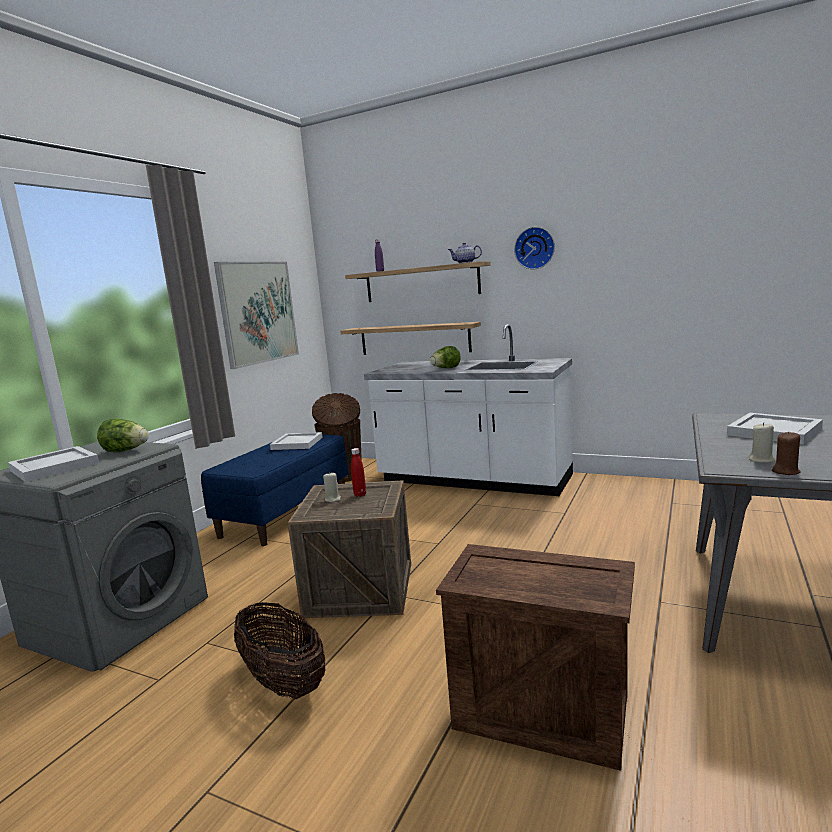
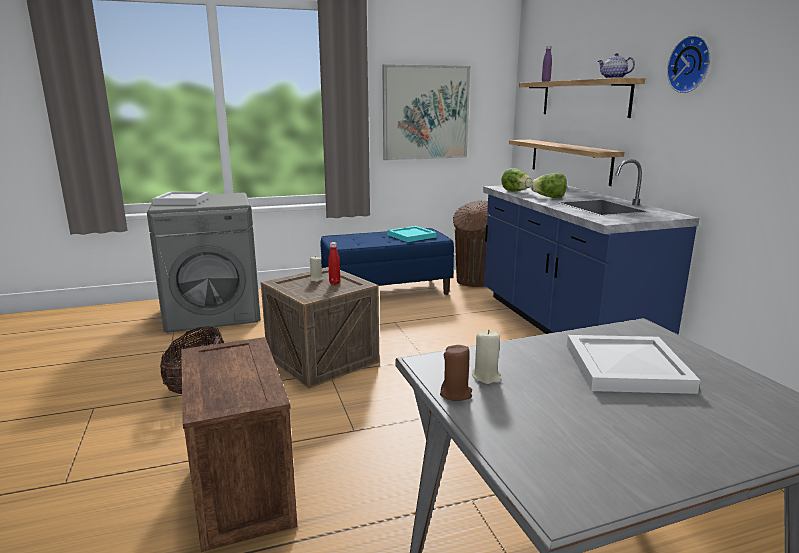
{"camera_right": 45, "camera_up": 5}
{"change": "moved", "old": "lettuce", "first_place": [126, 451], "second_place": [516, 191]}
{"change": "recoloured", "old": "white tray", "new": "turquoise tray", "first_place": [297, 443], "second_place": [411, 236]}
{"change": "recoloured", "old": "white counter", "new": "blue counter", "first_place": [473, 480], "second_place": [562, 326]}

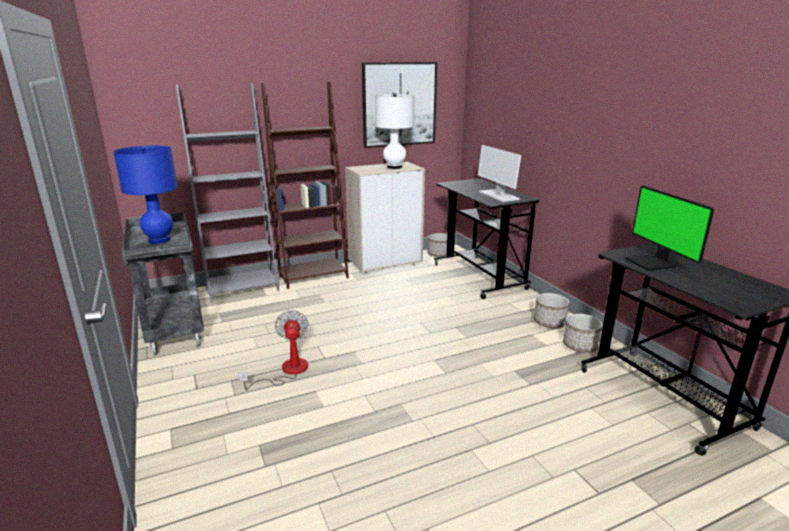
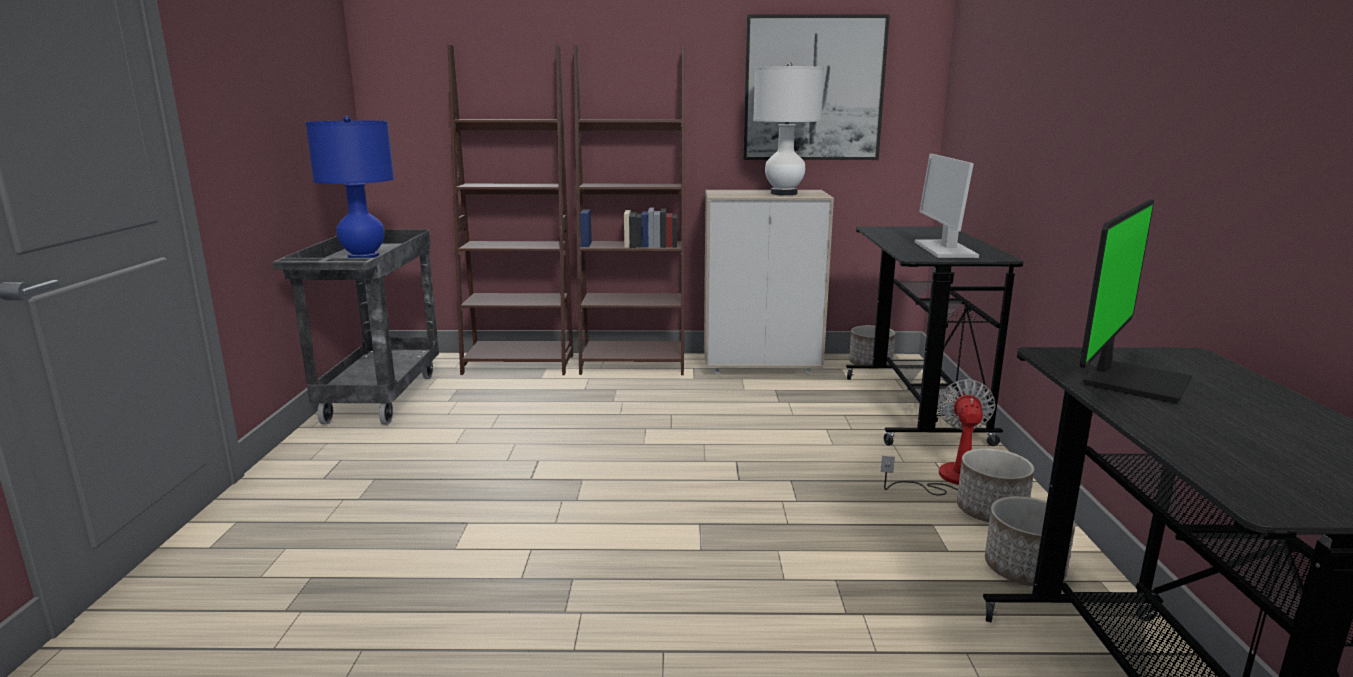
{"camera_right": 25, "camera_up": -5}
{"change": "moved", "old": "fan", "first_place": [287, 371], "second_place": [948, 479]}
{"change": "recoloured", "old": "grey bookcase", "new": "brown bookcase", "first_place": [242, 289], "second_place": [518, 364]}
{"change": "turned", "old": "monitor", "first_place": [652, 263], "second_place": [1130, 381], "degrees": -150}

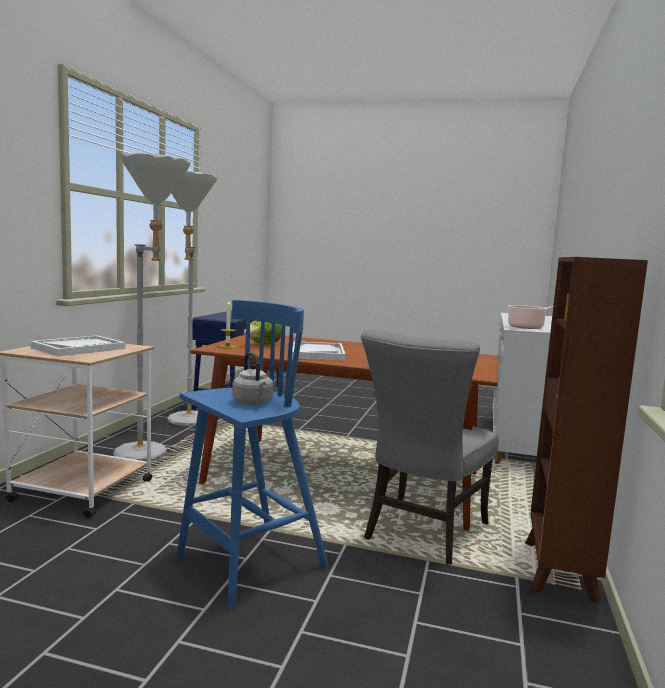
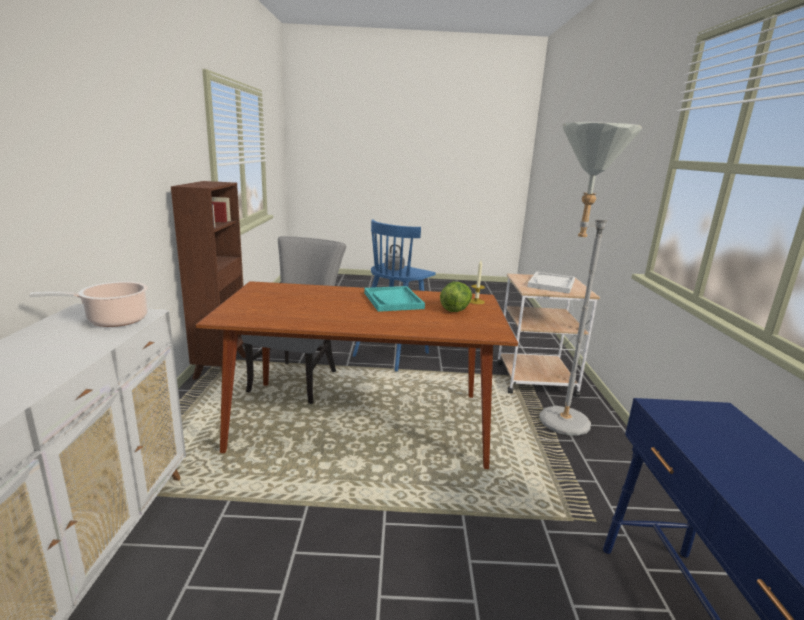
{"camera_right": 165, "camera_up": 10}
{"change": "removed", "old": "grey floor lamp", "first_place": [187, 423]}
{"change": "recoloured", "old": "white tray", "new": "turquoise tray", "first_place": [317, 353], "second_place": [393, 300]}

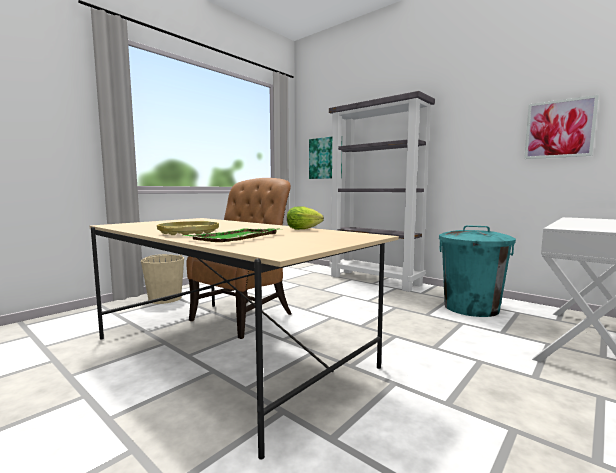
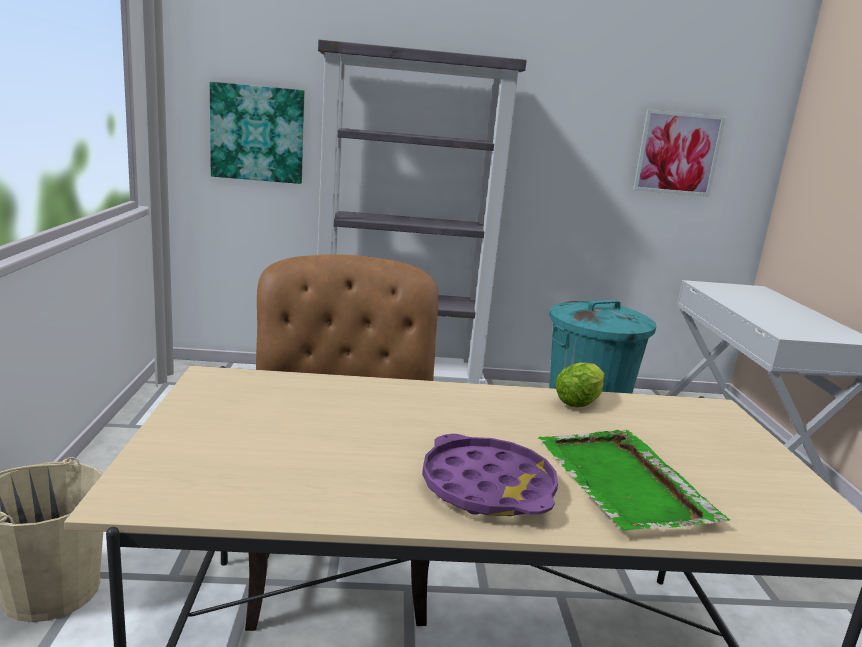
{"camera_right": -45, "camera_up": 10}
{"change": "recoloured", "old": "yellow tray", "new": "purple tray", "first_place": [189, 232], "second_place": [487, 487]}

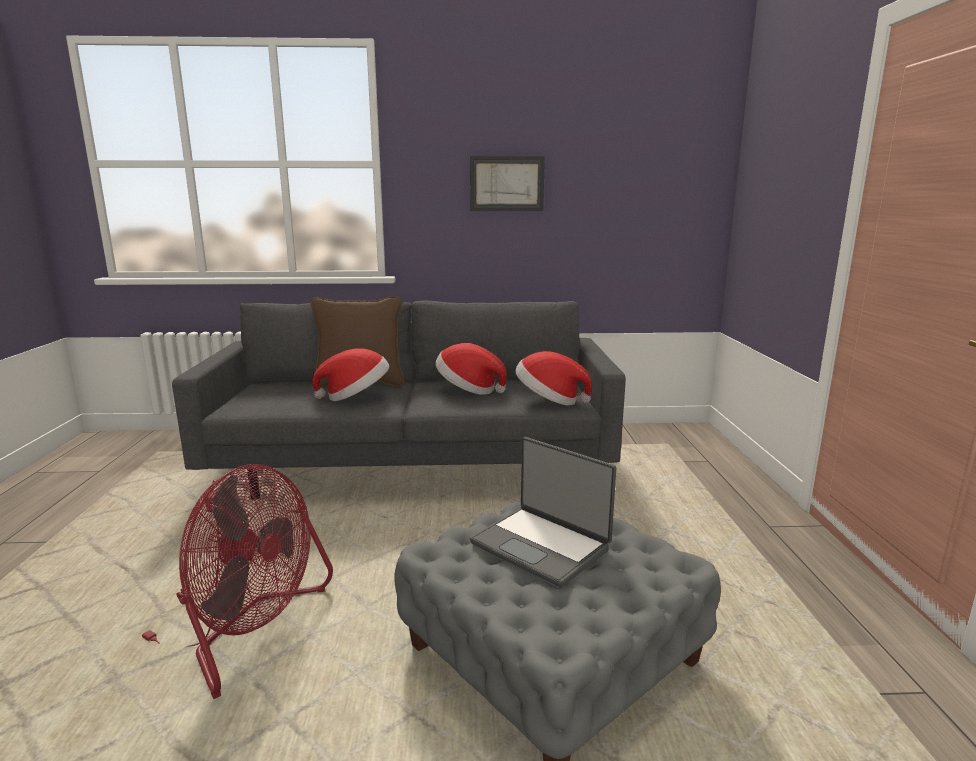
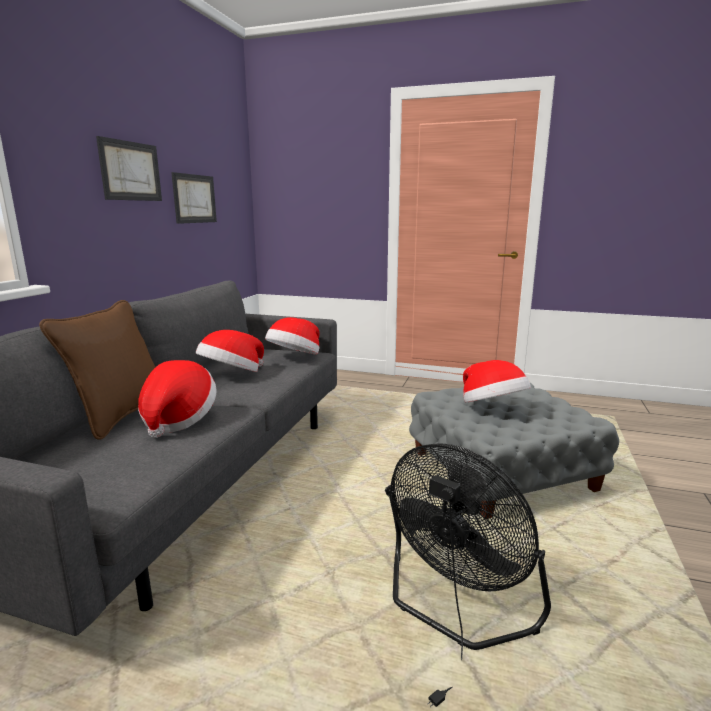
{"camera_right": -70, "camera_up": 0}
{"change": "added", "new": "picture", "second_place": [194, 199]}
{"change": "replaced", "old": "laptop", "new": "hat", "first_place": [541, 545], "second_place": [492, 408]}
{"change": "recoloured", "old": "red fan", "new": "black fan", "first_place": [244, 634], "second_place": [449, 615]}

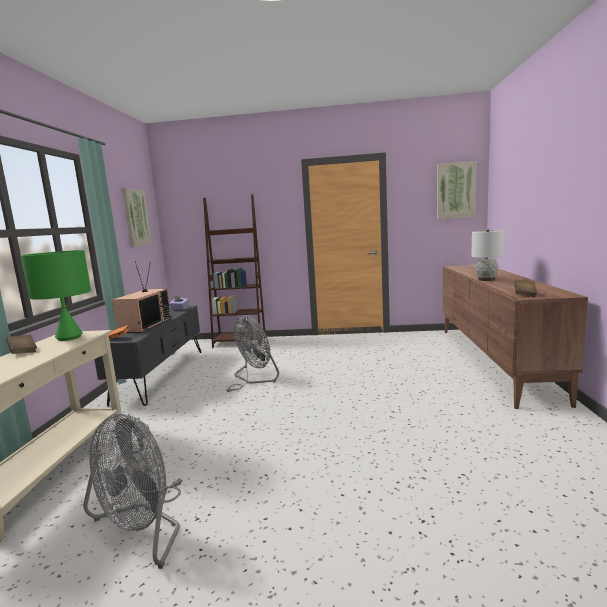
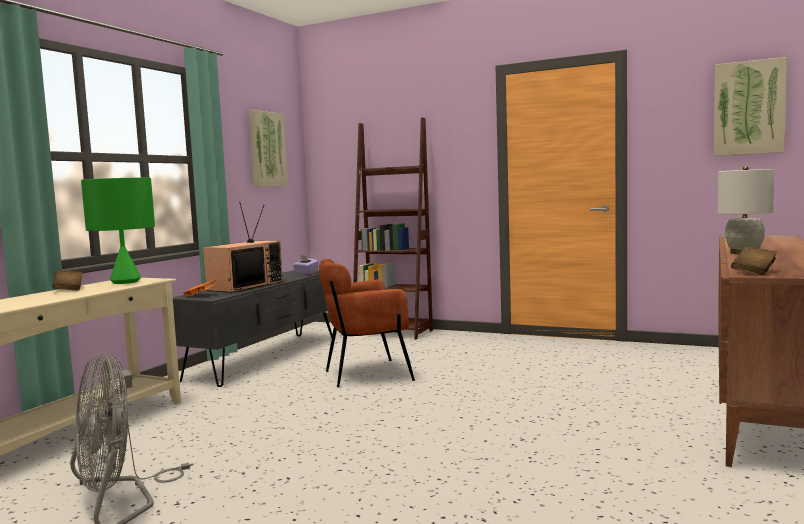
{"camera_right": 20, "camera_up": -5}
{"change": "replaced", "old": "grey fan", "new": "brown armchair", "first_place": [250, 378], "second_place": [367, 374]}

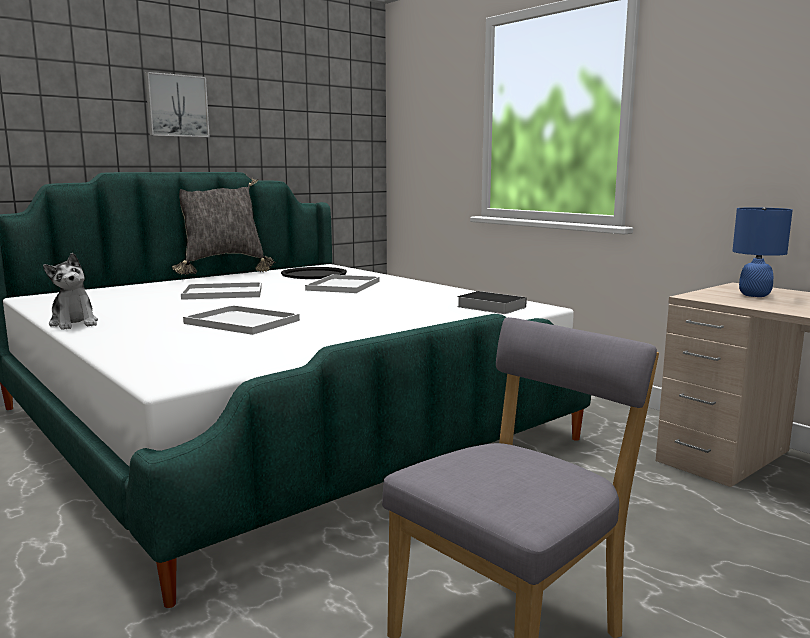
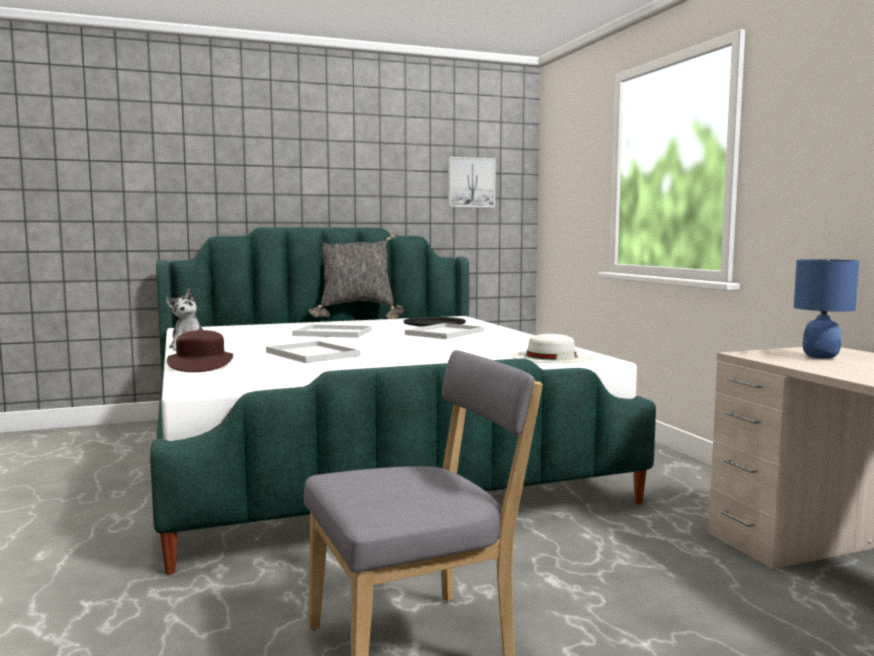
{"camera_right": 20, "camera_up": -5}
{"change": "added", "new": "brown hat", "second_place": [201, 364]}
{"change": "moved", "old": "picture", "first_place": [176, 106], "second_place": [470, 182]}
{"change": "replaced", "old": "book", "new": "white hat", "first_place": [489, 307], "second_place": [551, 356]}

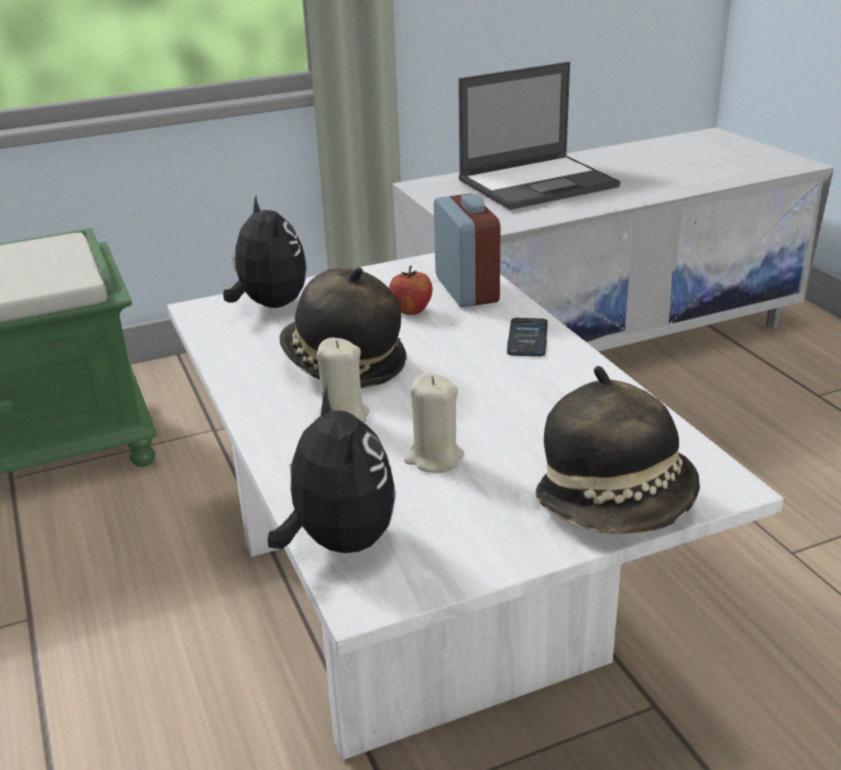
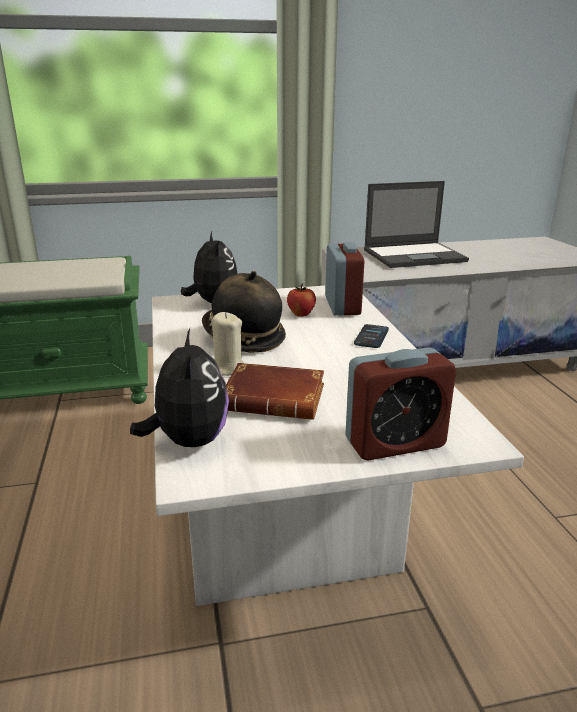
{"camera_right": 10, "camera_up": -5}
{"change": "replaced", "old": "beige candle", "new": "brown book", "first_place": [434, 458], "second_place": [277, 399]}
{"change": "replaced", "old": "hat", "new": "alarm clock", "first_place": [617, 503], "second_place": [395, 443]}

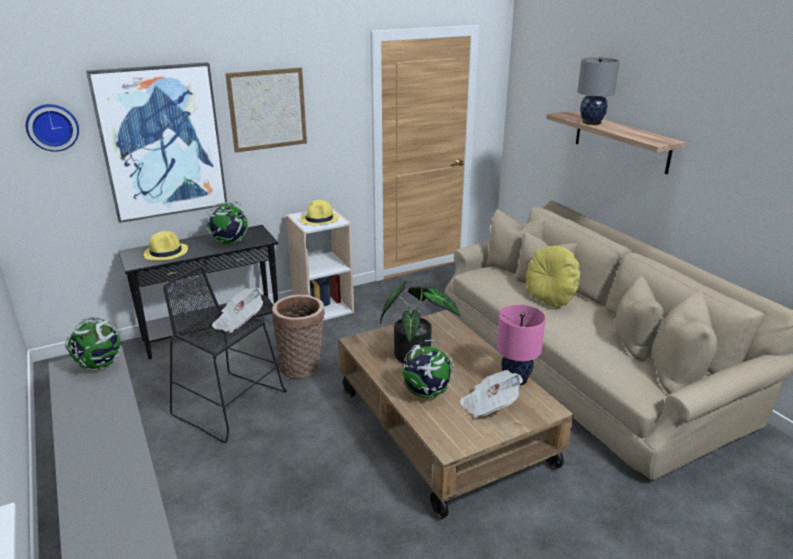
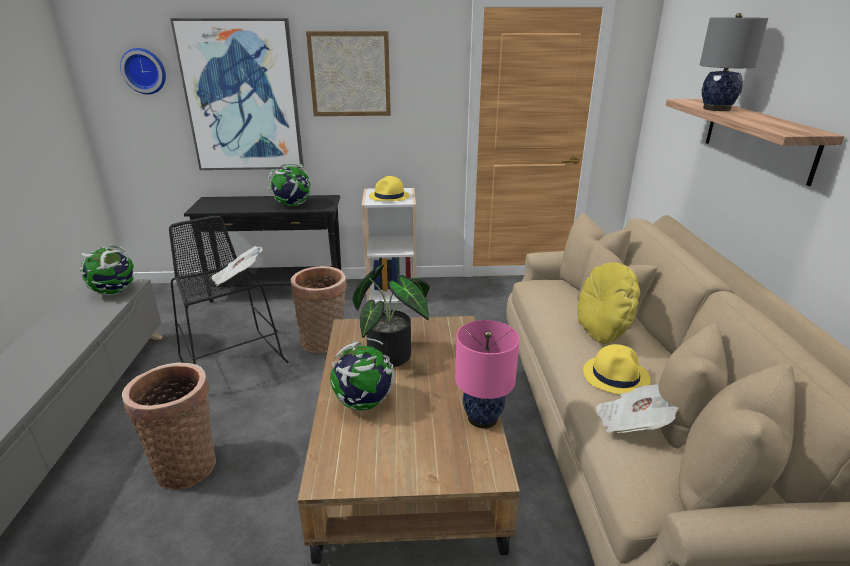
{"camera_right": 25, "camera_up": 0}
{"change": "added", "new": "basket", "second_place": [186, 464]}
{"change": "moved", "old": "yellow hat", "first_place": [166, 252], "second_place": [616, 376]}
{"change": "moved", "old": "newspaper", "first_place": [489, 406], "second_place": [633, 423]}

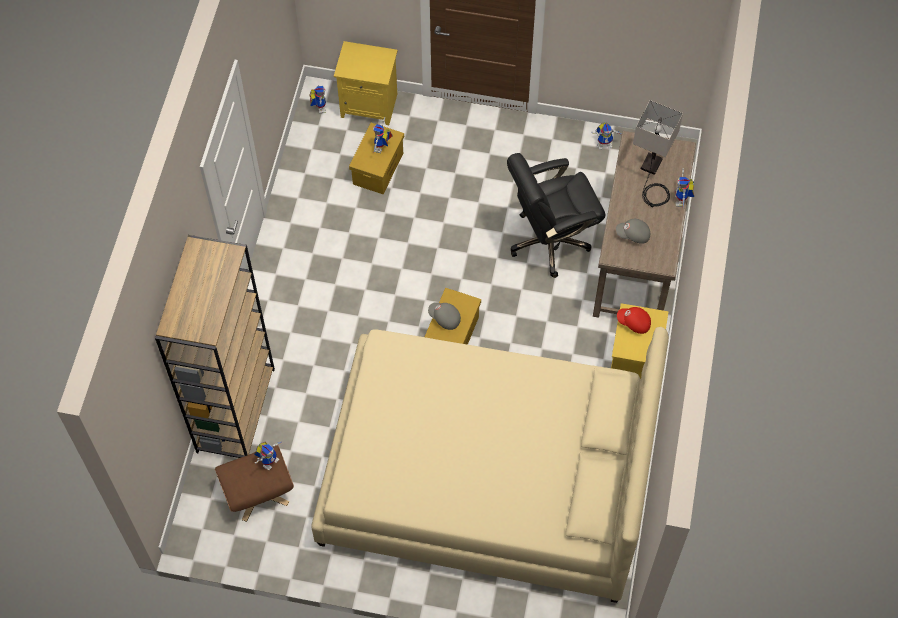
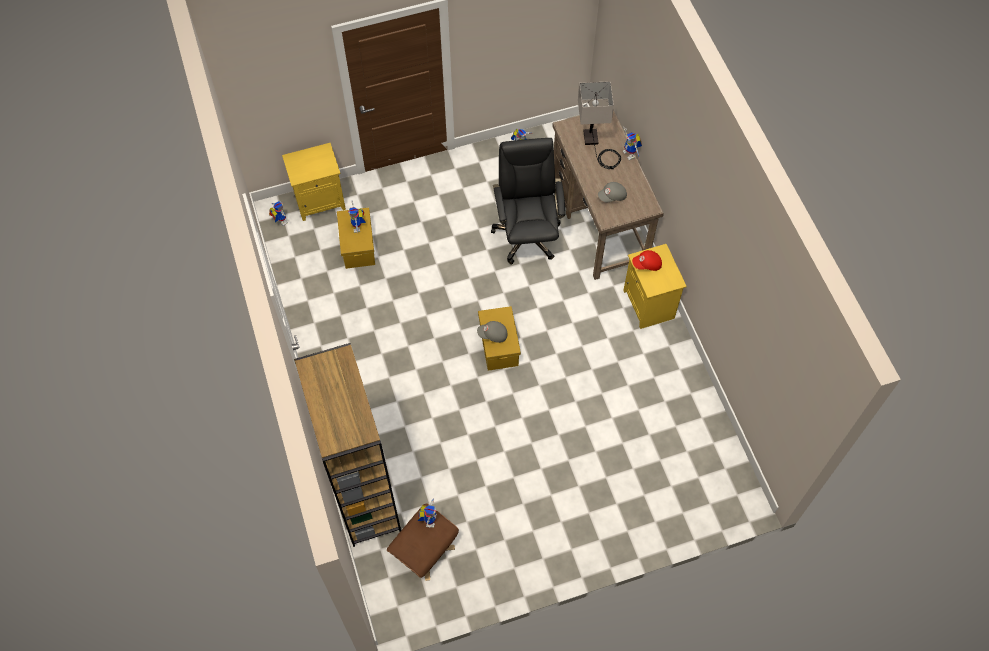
{"camera_right": -30, "camera_up": 0}
{"change": "removed", "old": "beige bed", "first_place": [486, 478]}
{"change": "turned", "old": "black office chair", "first_place": [551, 240], "second_place": [527, 238], "degrees": 135}

